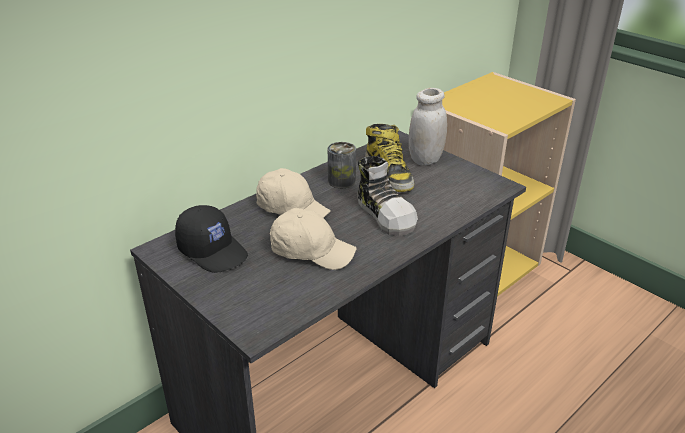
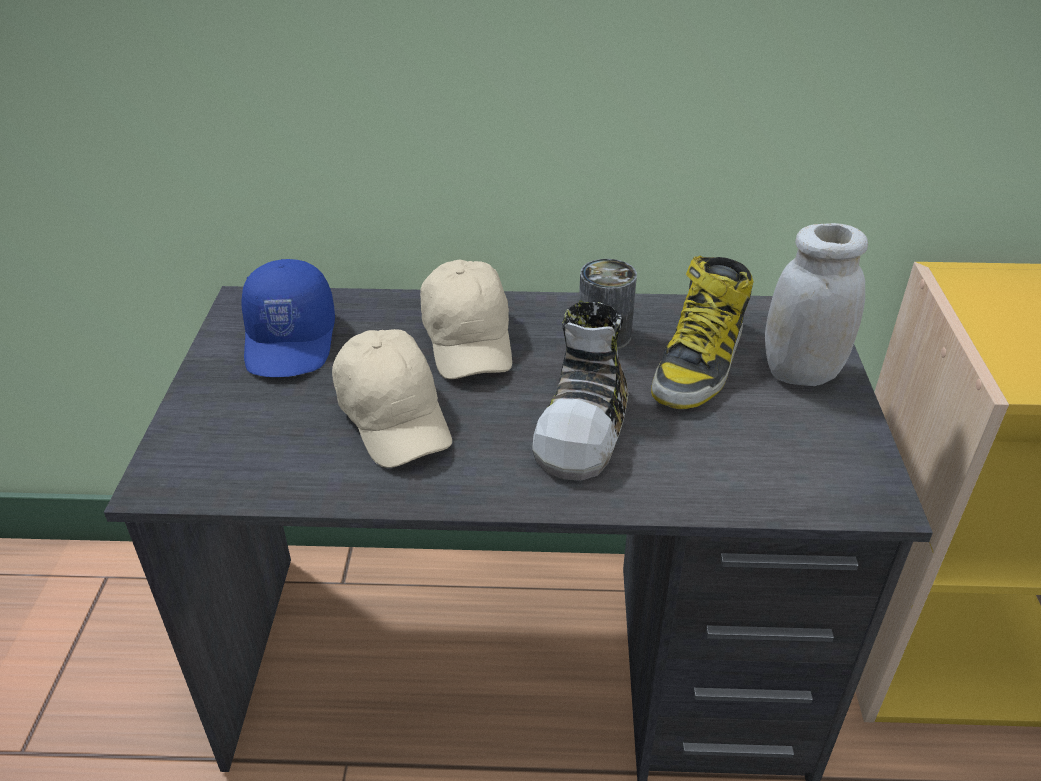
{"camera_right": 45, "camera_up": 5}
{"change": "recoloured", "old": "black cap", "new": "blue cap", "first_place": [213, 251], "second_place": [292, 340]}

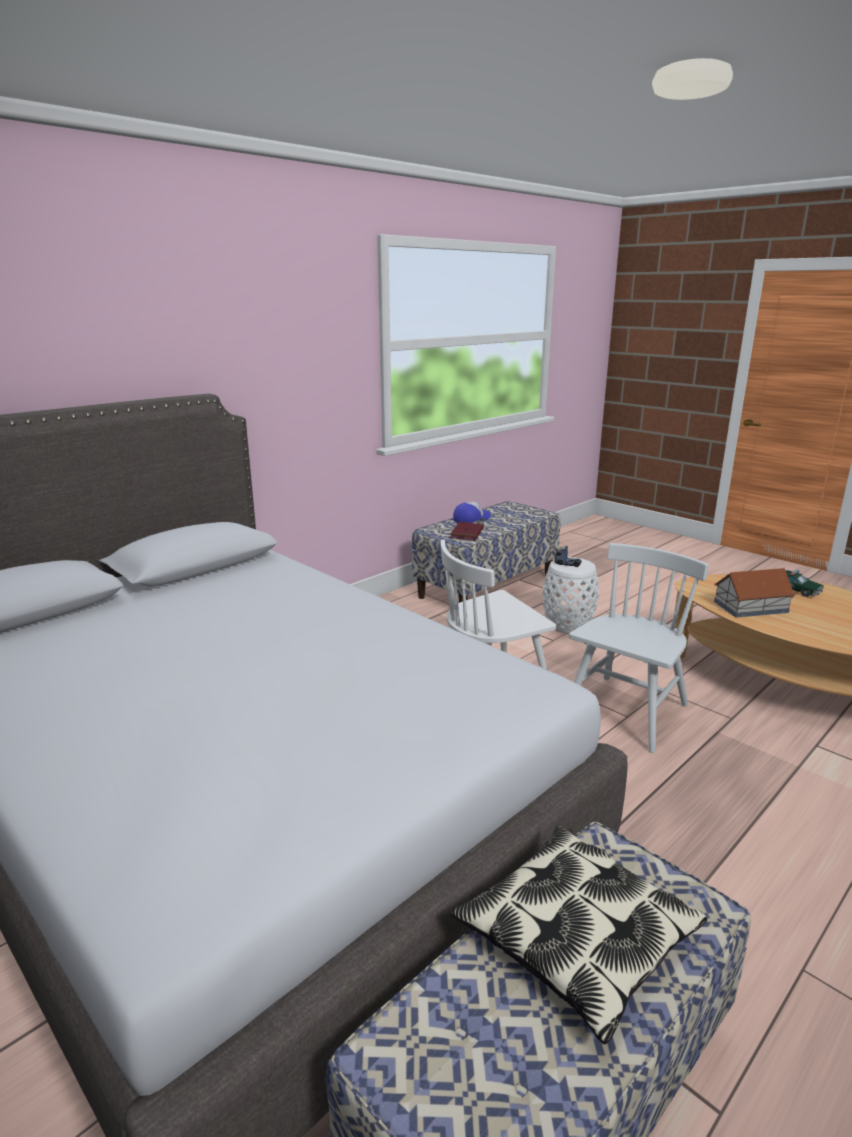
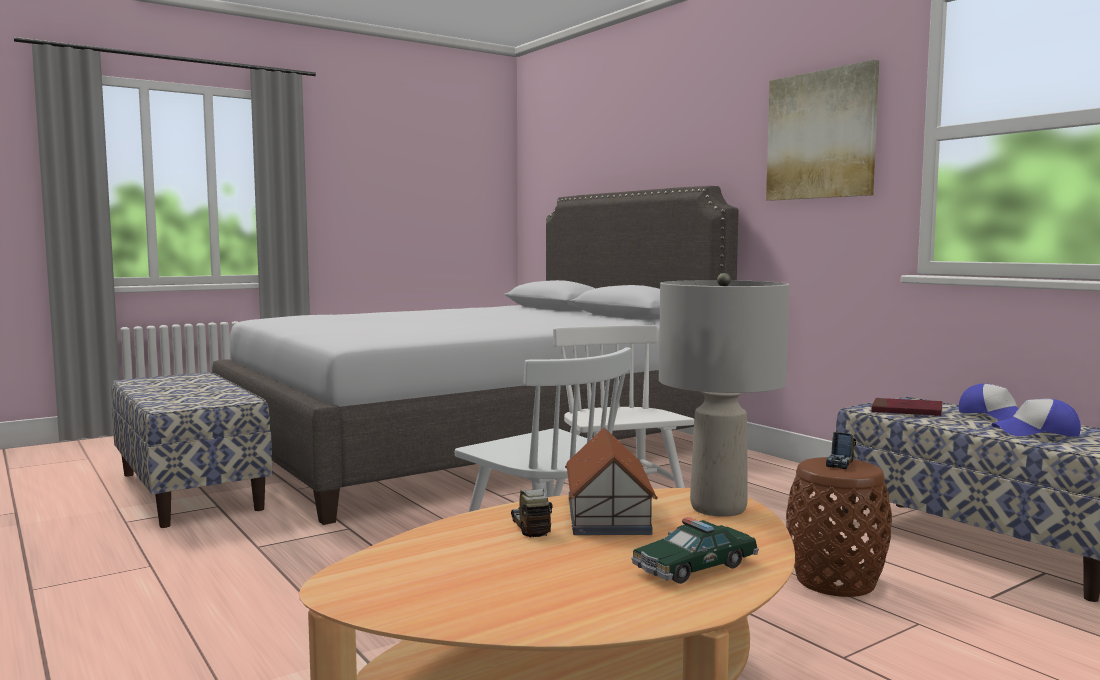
{"camera_right": 100, "camera_up": -15}
{"change": "removed", "old": "pillow", "first_place": [576, 938]}
{"change": "added", "new": "toy truck", "second_place": [530, 527]}
{"change": "added", "new": "grey table lamp", "second_place": [718, 508]}
{"change": "added", "new": "picture", "second_place": [821, 135]}
{"change": "added", "new": "cap", "second_place": [1036, 432]}
{"change": "recoloured", "old": "white stool", "new": "brown stool", "first_place": [568, 624], "second_place": [835, 582]}

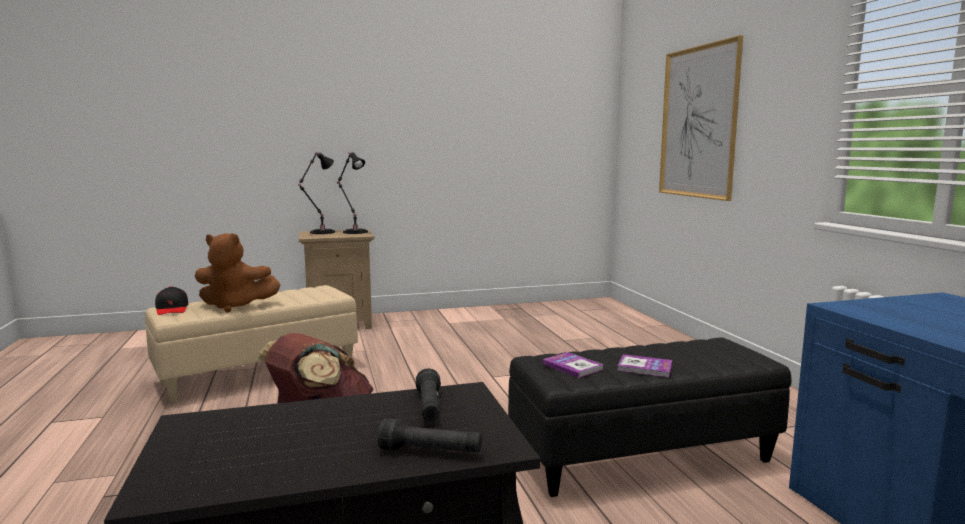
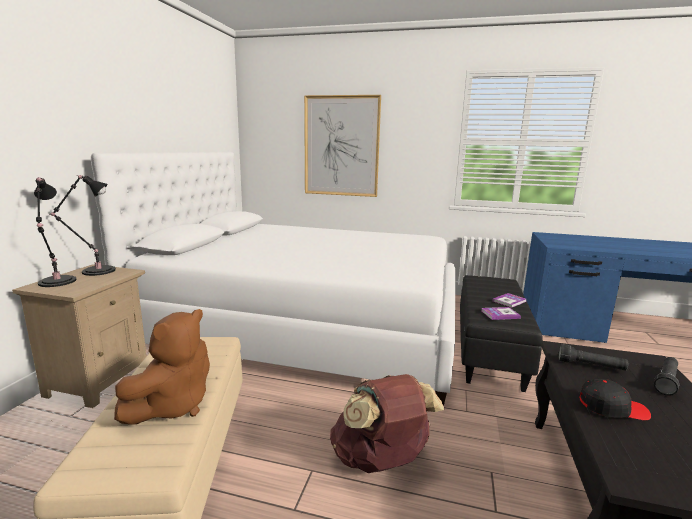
{"camera_right": -60, "camera_up": 5}
{"change": "added", "new": "white bed", "second_place": [306, 327]}
{"change": "moved", "old": "black cap", "first_place": [172, 309], "second_place": [612, 407]}

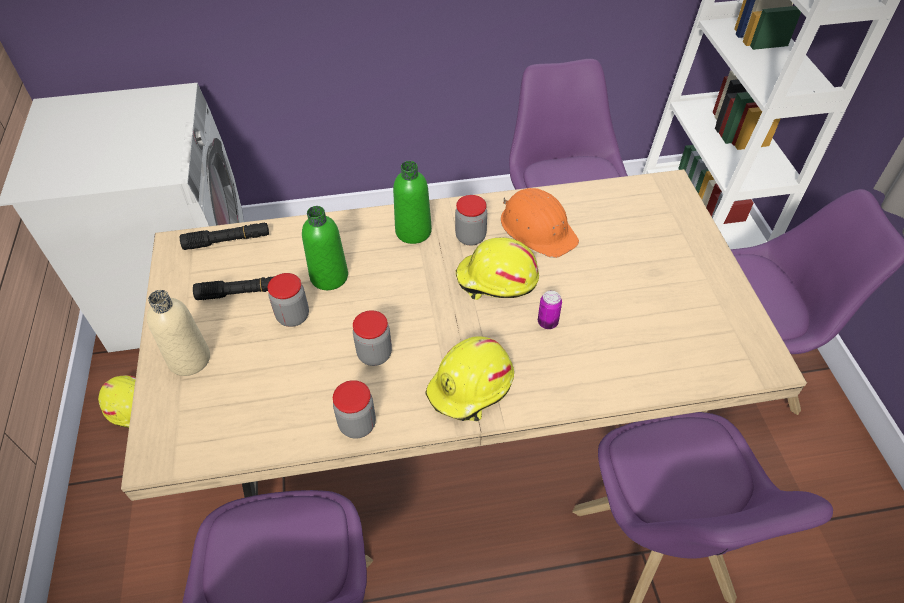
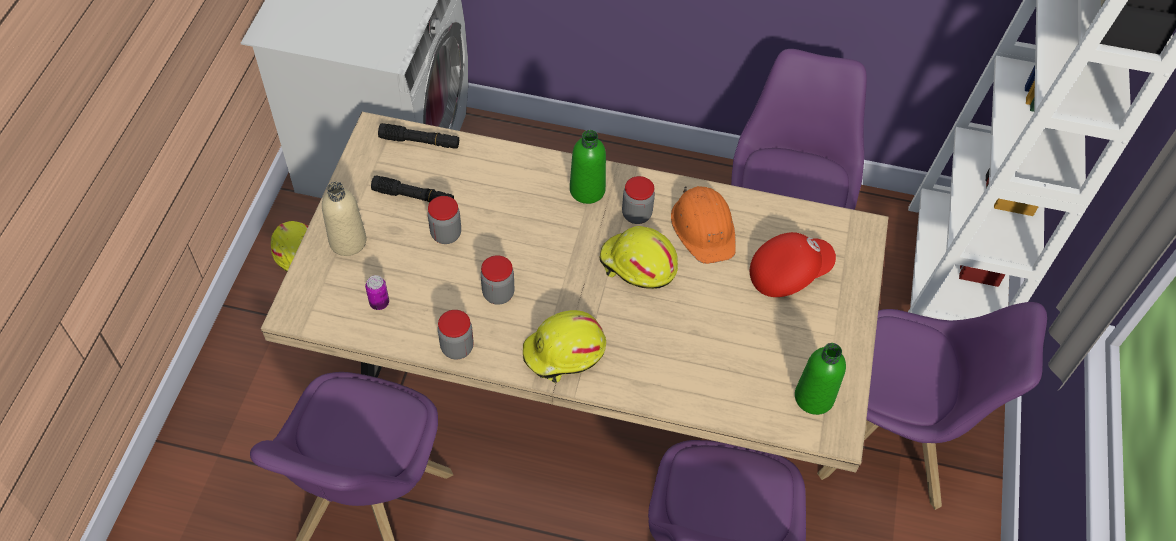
{"camera_right": 20, "camera_up": 5}
{"change": "added", "new": "red cap", "second_place": [788, 272]}
{"change": "moved", "old": "green bottle", "first_place": [329, 276], "second_place": [814, 397]}
{"change": "moved", "old": "can", "first_place": [547, 322], "second_place": [379, 303]}

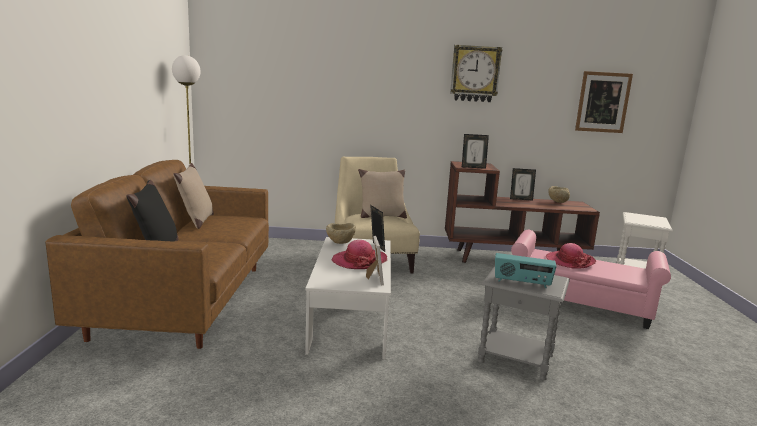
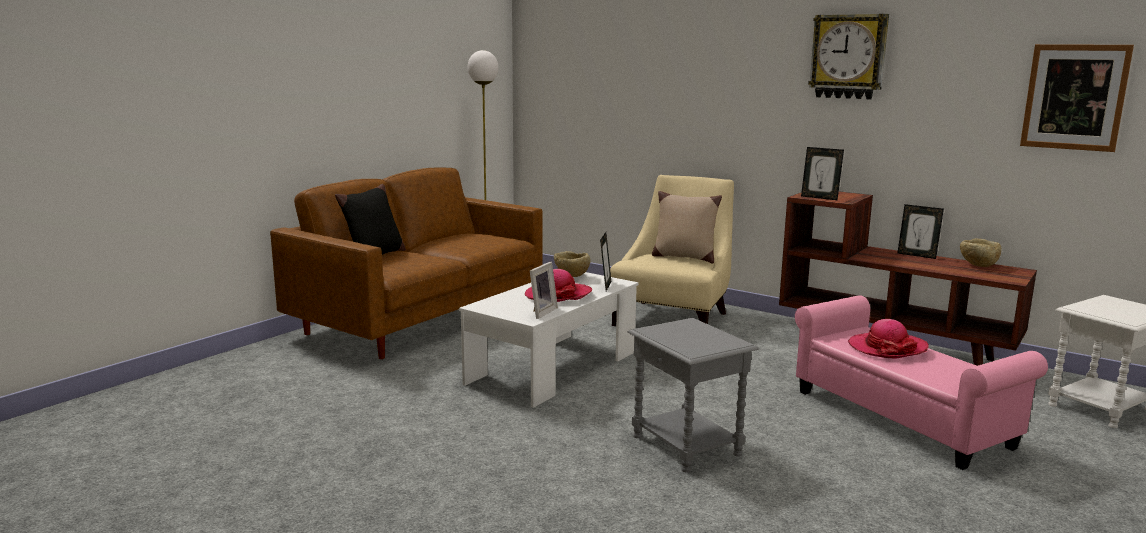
{"camera_right": 35, "camera_up": 0}
{"change": "removed", "old": "beige pillow", "first_place": [196, 221]}
{"change": "removed", "old": "radio", "first_place": [522, 283]}

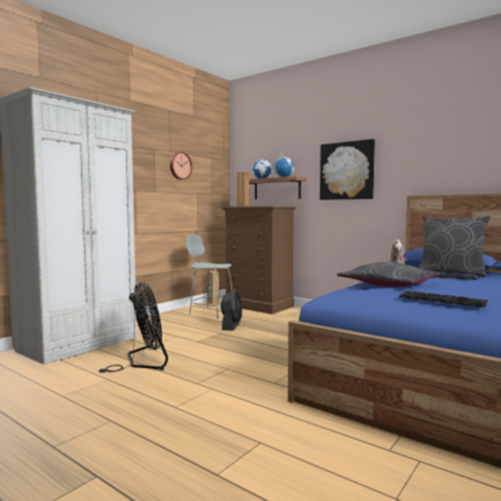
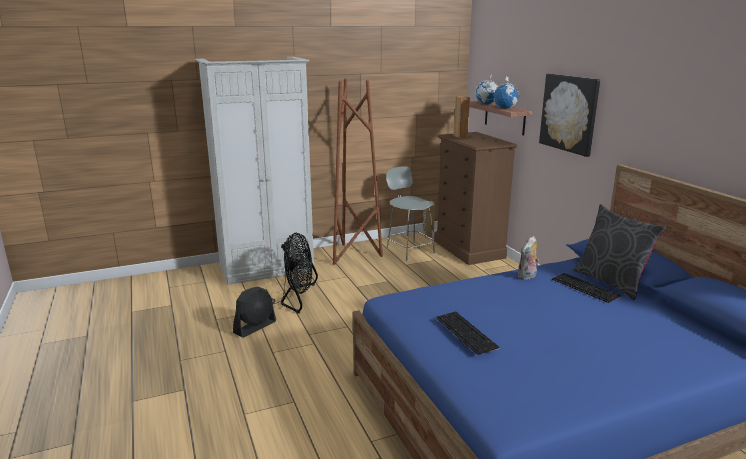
{"camera_right": 30, "camera_up": 15}
{"change": "removed", "old": "wall clock", "first_place": [180, 165]}
{"change": "removed", "old": "grey pillow", "first_place": [388, 285]}
{"change": "added", "new": "brown clothes rack", "second_place": [353, 255]}
{"change": "moved", "old": "black fan", "first_place": [231, 325], "second_place": [255, 327]}

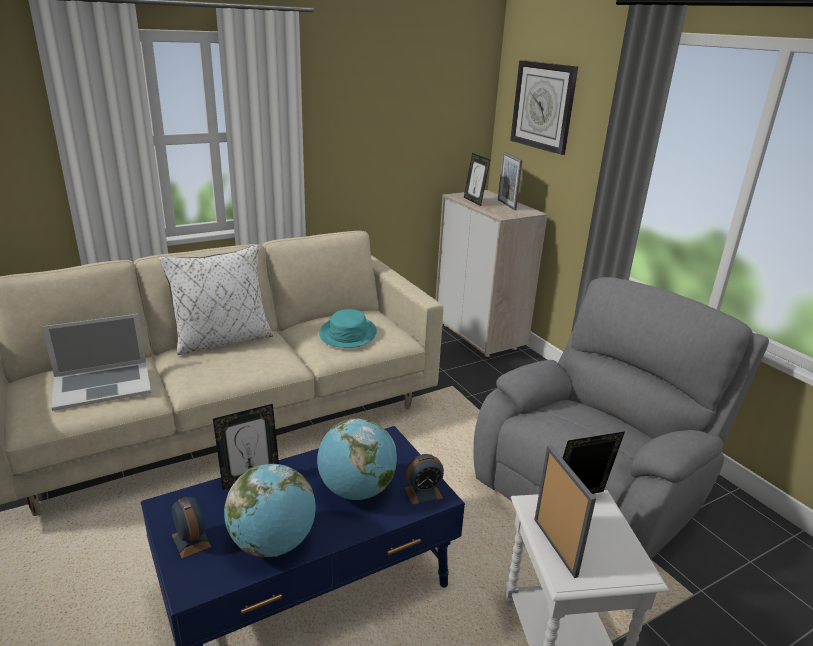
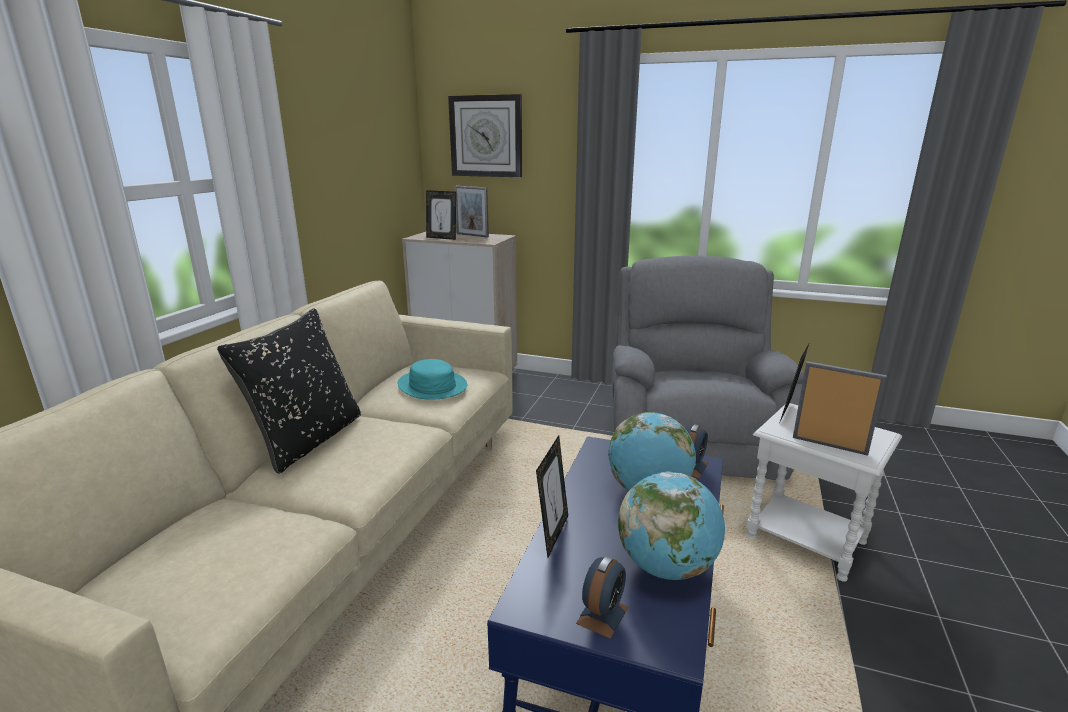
{"camera_right": -40, "camera_up": -5}
{"change": "removed", "old": "laptop", "first_place": [102, 385]}
{"change": "recoloured", "old": "white pillow", "new": "black pillow", "first_place": [223, 340], "second_place": [308, 440]}
{"change": "turned", "old": "alarm clock", "first_place": [191, 541], "second_place": [602, 615], "degrees": 105}

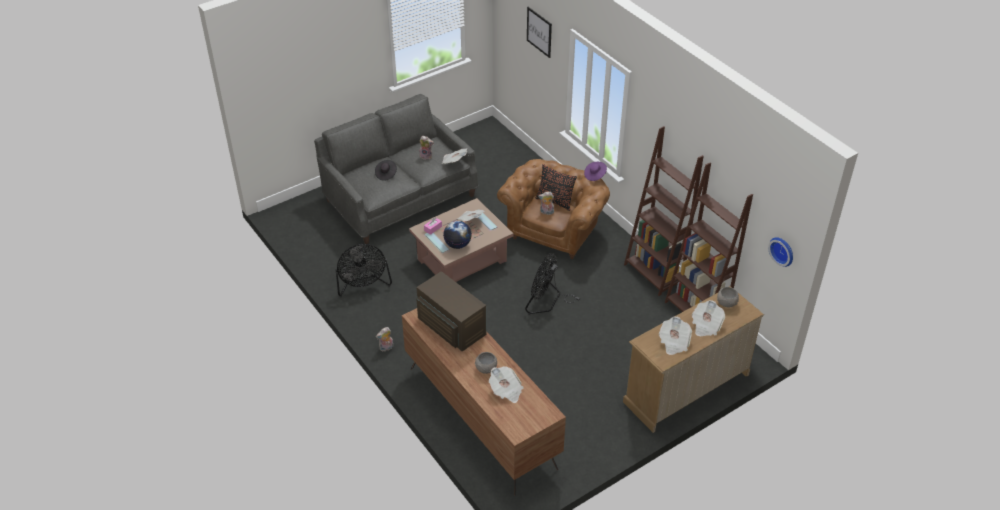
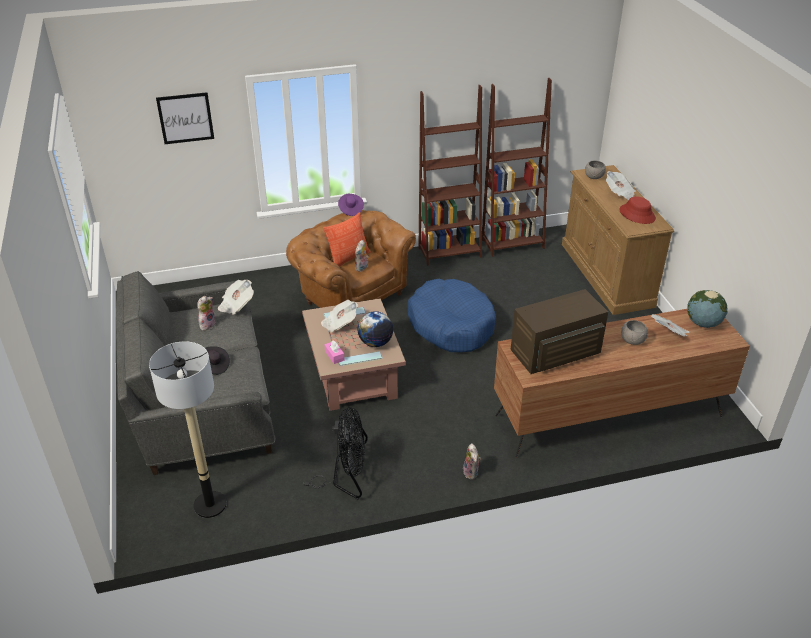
{"camera_right": -70, "camera_up": -5}
{"change": "removed", "old": "wall clock", "first_place": [783, 250]}
{"change": "added", "new": "floor lamp", "second_place": [210, 505]}
{"change": "added", "new": "globe", "second_place": [703, 323]}
{"change": "replaced", "old": "black fan", "new": "blue dog bed", "first_place": [549, 299], "second_place": [451, 325]}
{"change": "replaced", "old": "newspaper", "new": "red hat", "first_place": [674, 342], "second_place": [637, 214]}
{"change": "recoloured", "old": "black pillow", "new": "orange pillow", "first_place": [555, 201], "second_place": [348, 258]}

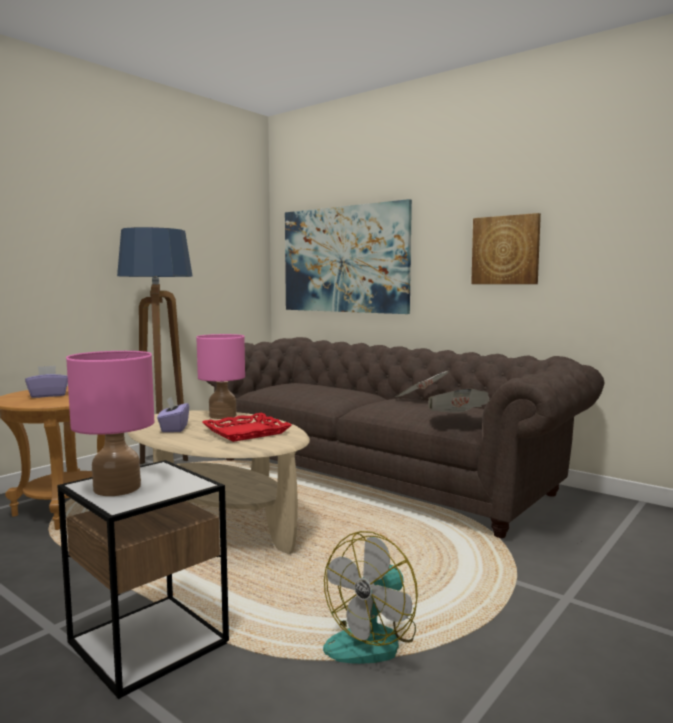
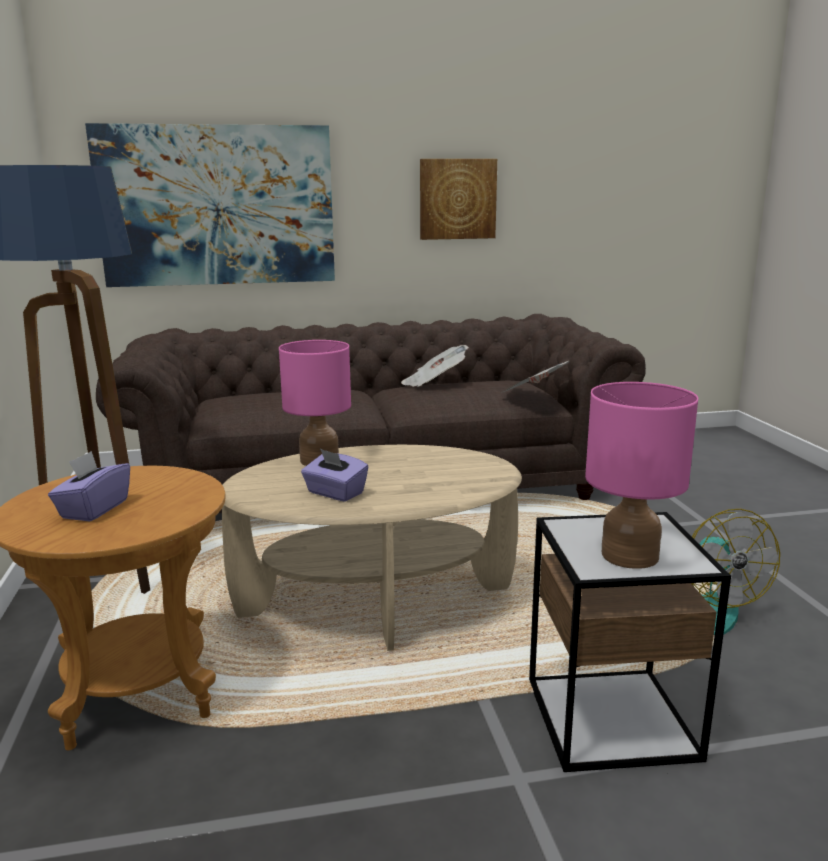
{"camera_right": -50, "camera_up": 10}
{"change": "removed", "old": "red tray", "first_place": [246, 432]}

